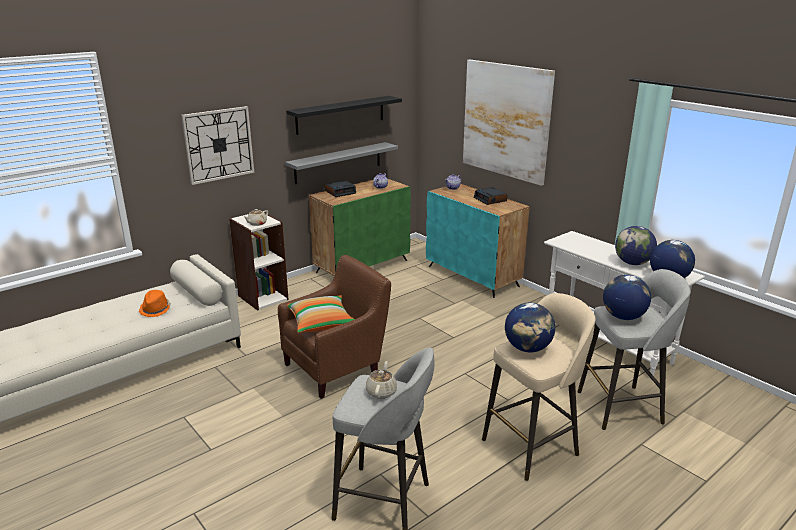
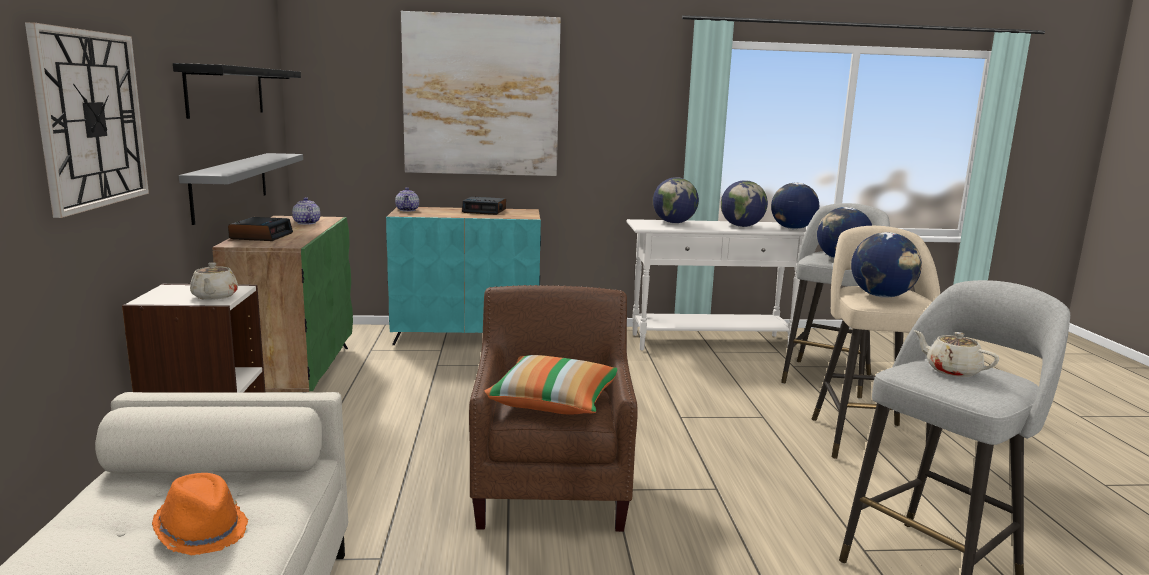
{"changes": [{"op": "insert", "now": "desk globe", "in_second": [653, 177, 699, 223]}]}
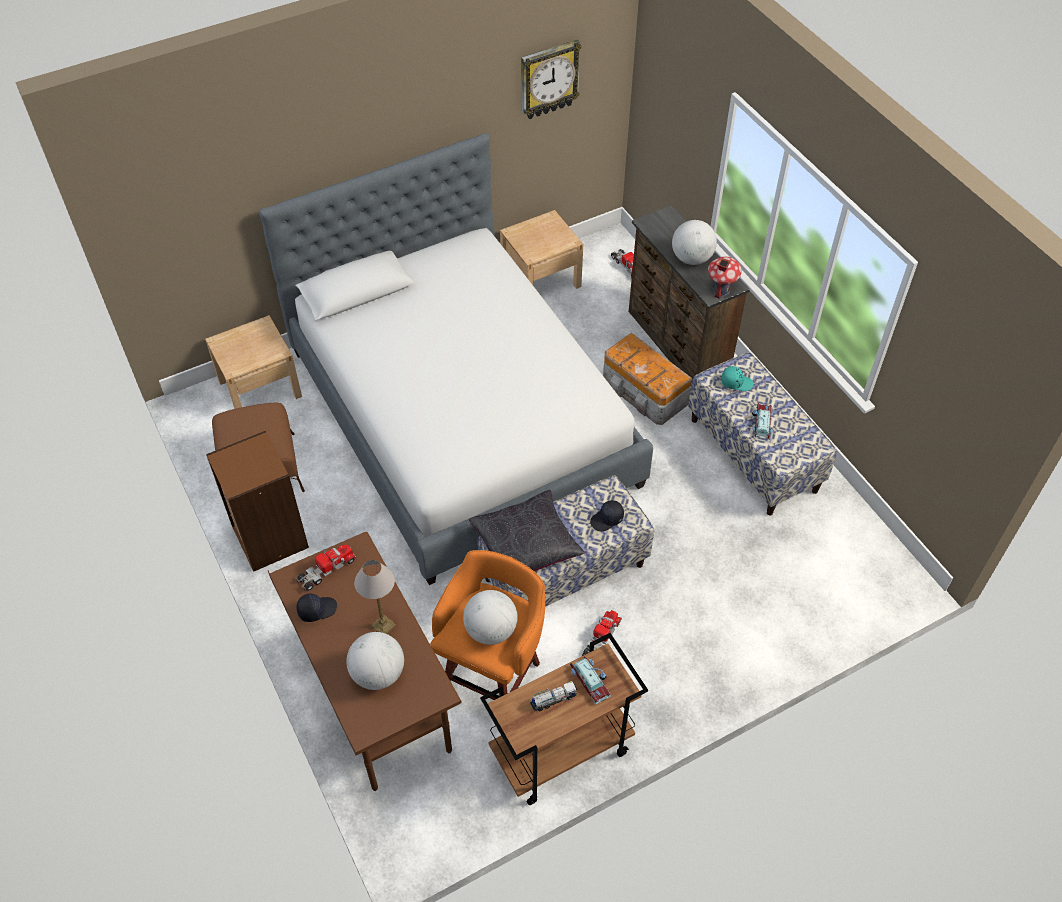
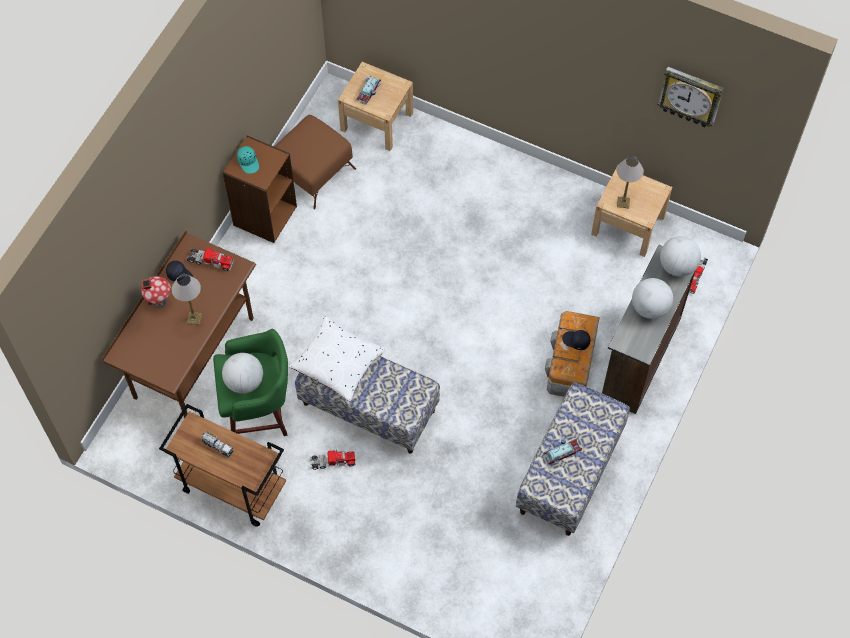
{"changes": [{"op": "delete", "was": "bedroom bed", "in_first": [259, 133, 653, 585]}, {"op": "insert", "now": "tabletop lamp", "in_second": [617, 156, 644, 209]}, {"op": "move", "was": "desk globe", "in_first": [346, 632, 404, 690], "in_second": [660, 236, 701, 277]}, {"op": "move", "was": "toy car", "in_first": [570, 656, 611, 704], "in_second": [356, 76, 381, 105]}, {"op": "move", "was": "peaked cap (black)", "in_first": [590, 500, 624, 531], "in_second": [562, 330, 590, 350]}, {"op": "move", "was": "toy house", "in_first": [708, 257, 742, 299], "in_second": [141, 276, 171, 308]}, {"op": "move", "was": "peaked cap (blue-green)", "in_first": [721, 366, 754, 391], "in_second": [237, 146, 259, 174]}, {"op": "recolor", "was": "stool (orange)", "now": "stool (greenish)", "in_first": [430, 550, 545, 700], "in_second": [213, 329, 288, 436]}, {"op": "recolor", "was": "pillow (black)", "now": "pillow (white)", "in_first": [469, 490, 585, 585], "in_second": [289, 316, 386, 401]}]}
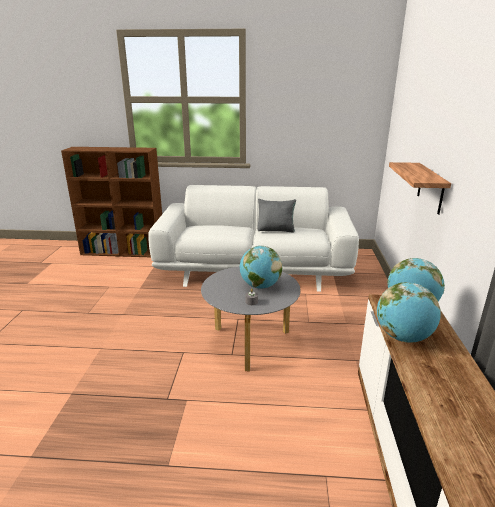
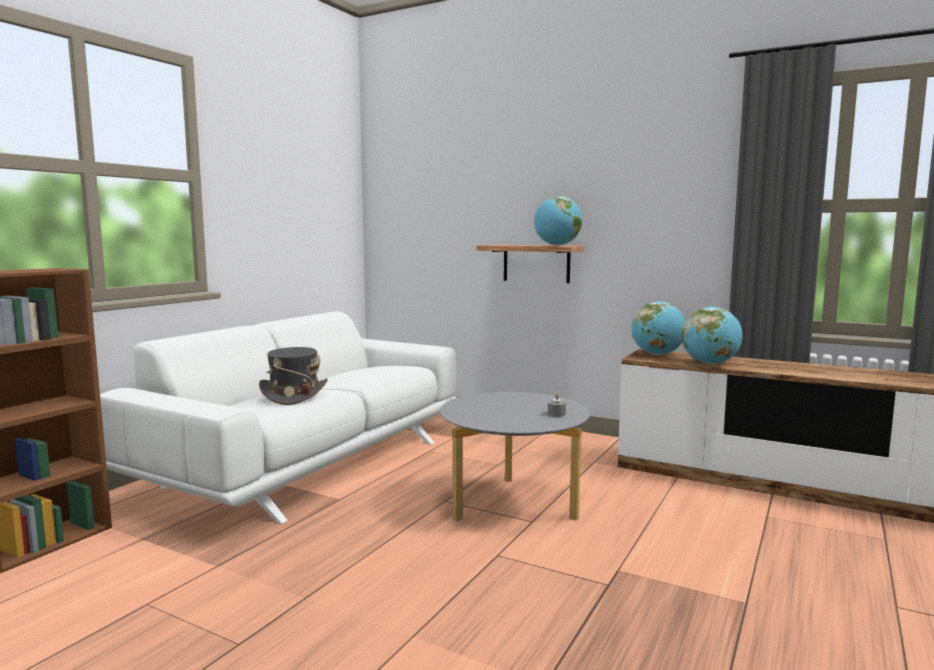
{"changes": [{"op": "delete", "was": "pillow (grey)", "in_first": [258, 199, 296, 232]}, {"op": "insert", "now": "clothing hat (grey)", "in_second": [259, 347, 328, 405]}, {"op": "move", "was": "desk globe", "in_first": [240, 246, 282, 289], "in_second": [534, 196, 582, 246]}]}
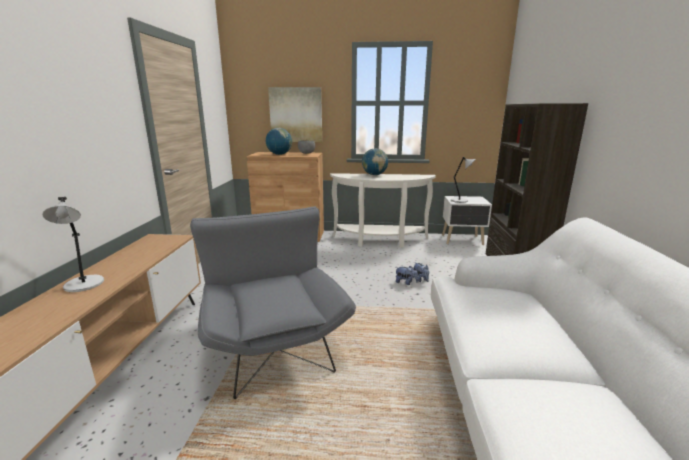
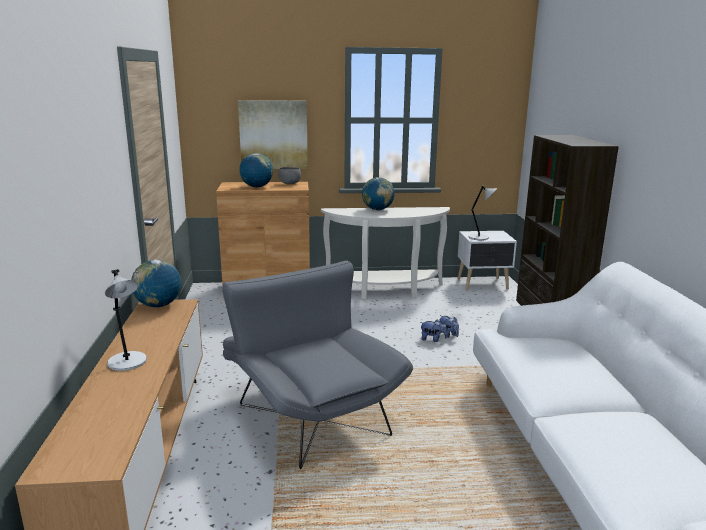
{"changes": [{"op": "insert", "now": "desk globe", "in_second": [131, 259, 181, 308]}]}
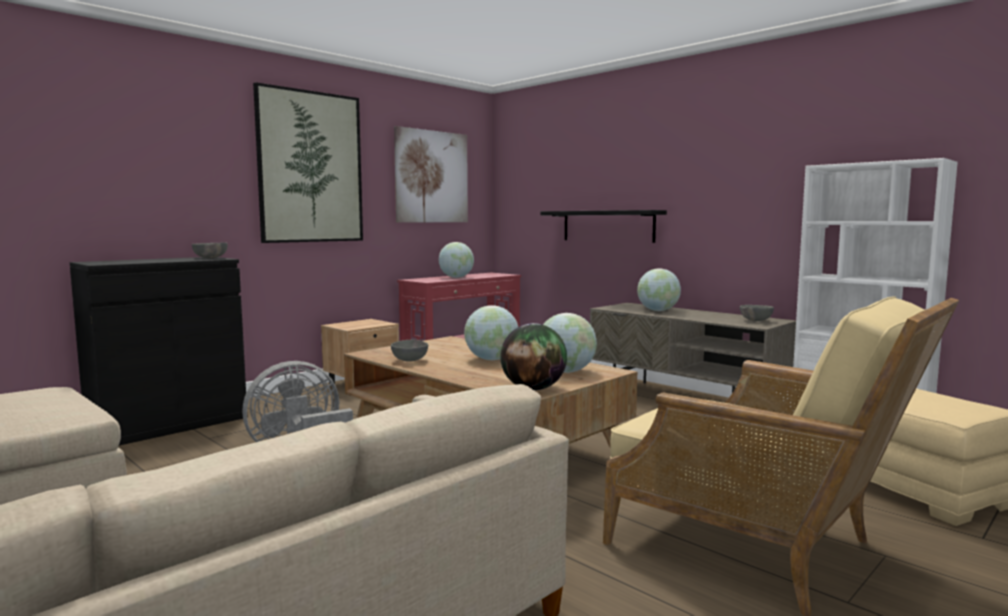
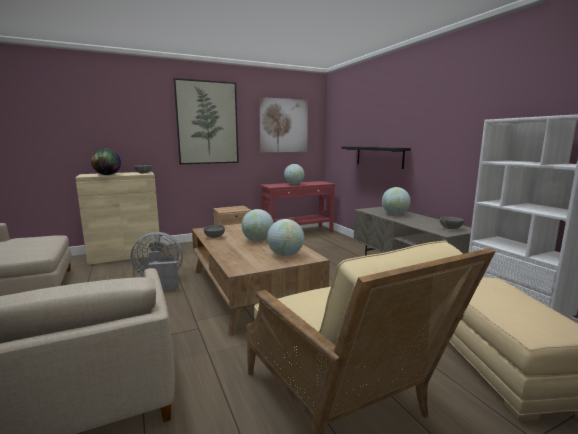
{"changes": [{"op": "move", "was": "desk globe", "in_first": [500, 323, 567, 390], "in_second": [91, 148, 121, 175]}, {"op": "recolor", "was": "storage cabinet (black)", "now": "storage cabinet (beige)", "in_first": [70, 257, 246, 445], "in_second": [75, 172, 160, 265]}]}
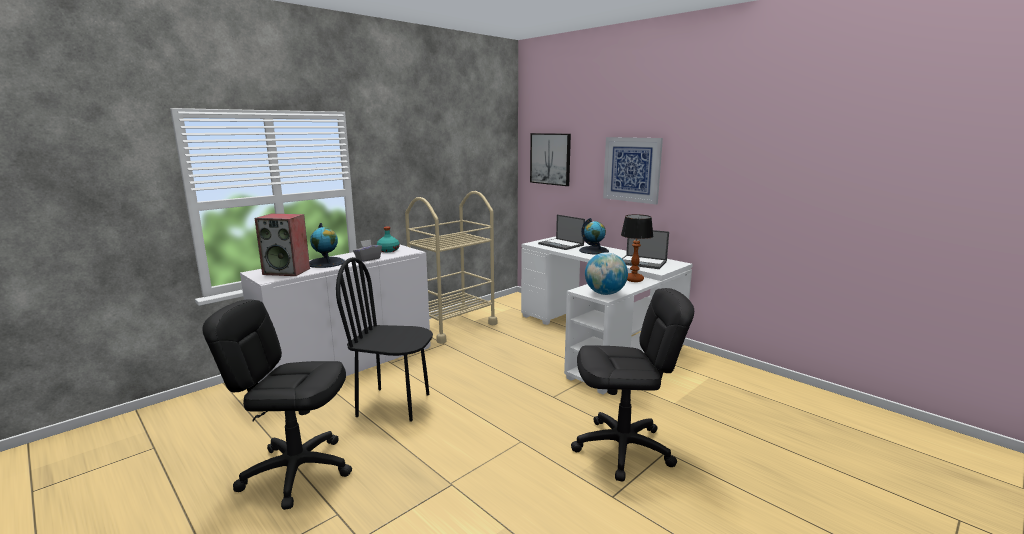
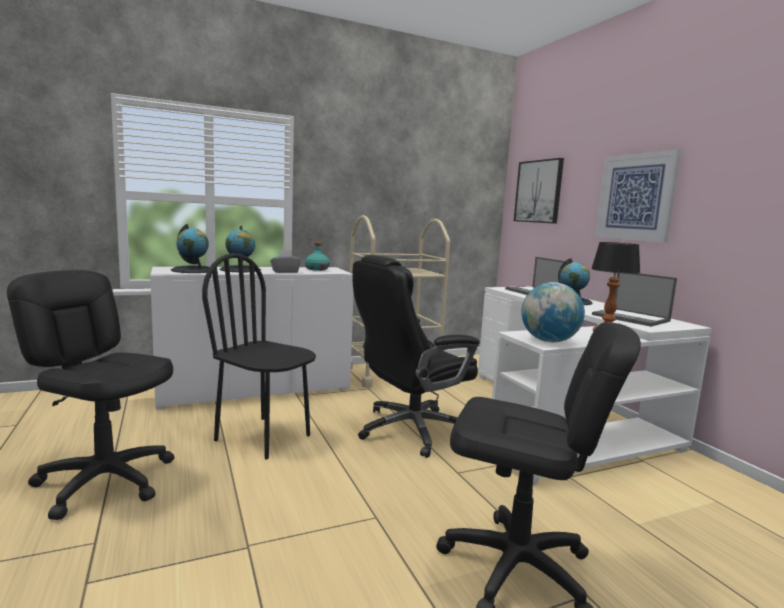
{"changes": [{"op": "insert", "now": "computer chair (black)", "in_second": [352, 255, 480, 458]}, {"op": "replace", "was": "speaker", "now": "desk globe", "in_first": [254, 214, 310, 276], "in_second": [171, 224, 210, 273]}]}
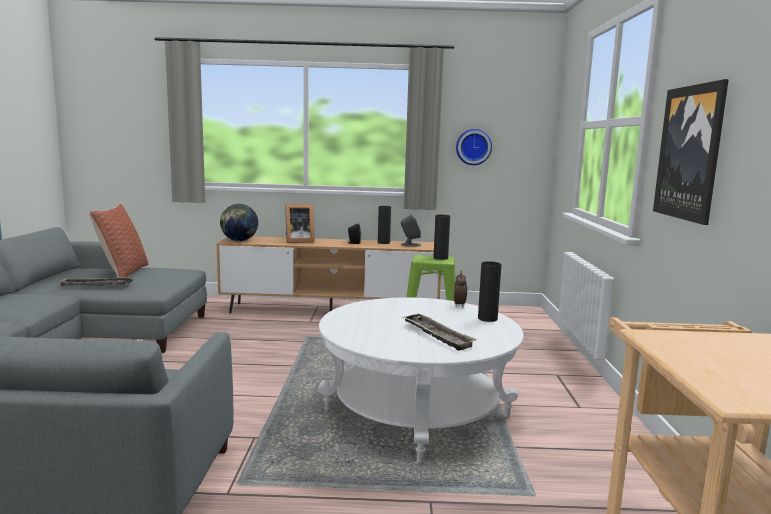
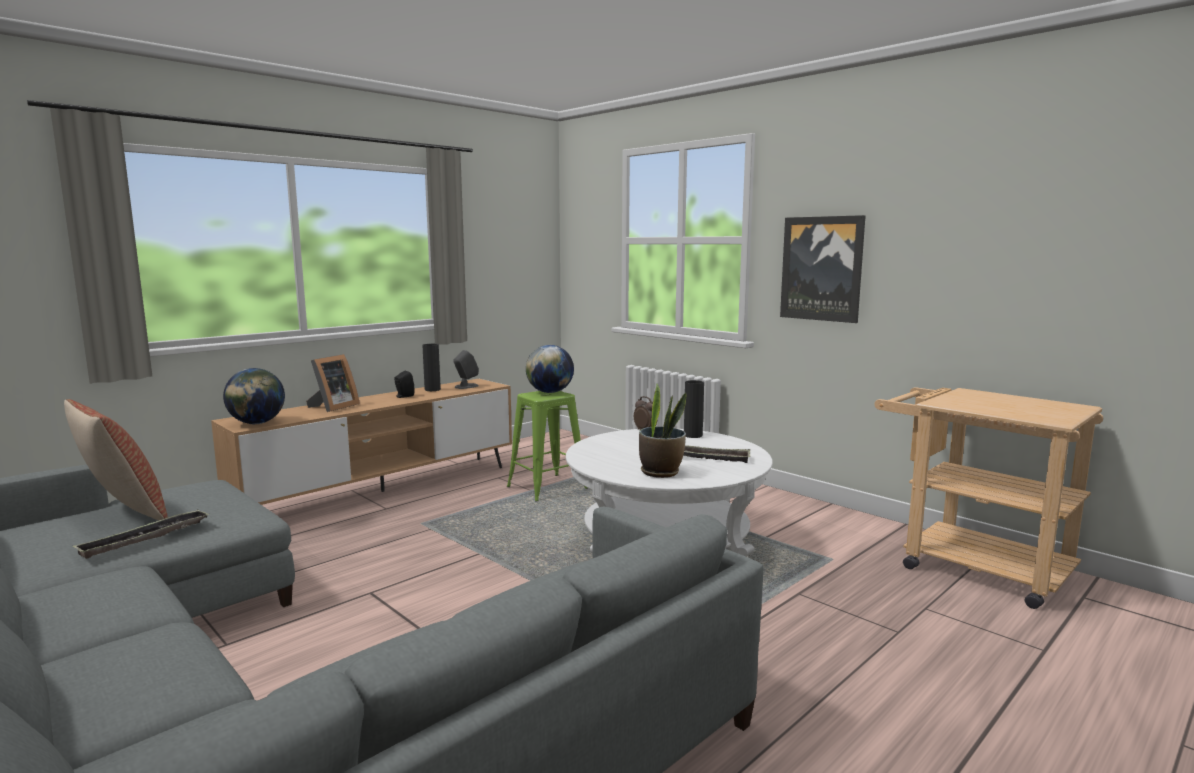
{"changes": [{"op": "delete", "was": "hanging clock", "in_first": [456, 129, 492, 165]}, {"op": "insert", "now": "potted plant", "in_second": [639, 384, 686, 478]}, {"op": "replace", "was": "flower vase (black)", "now": "desk globe", "in_first": [433, 215, 450, 260], "in_second": [526, 345, 574, 393]}]}
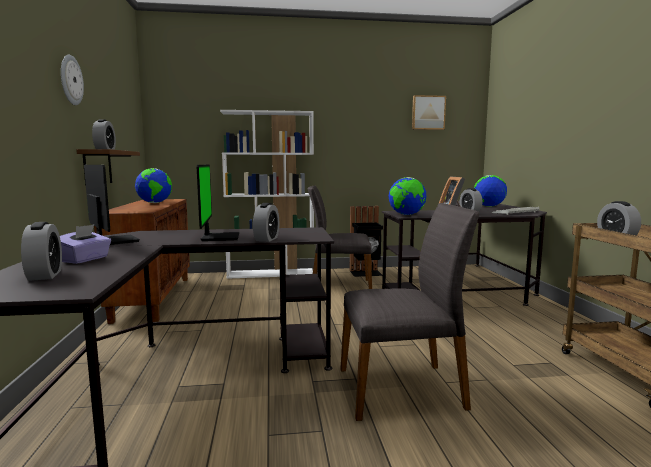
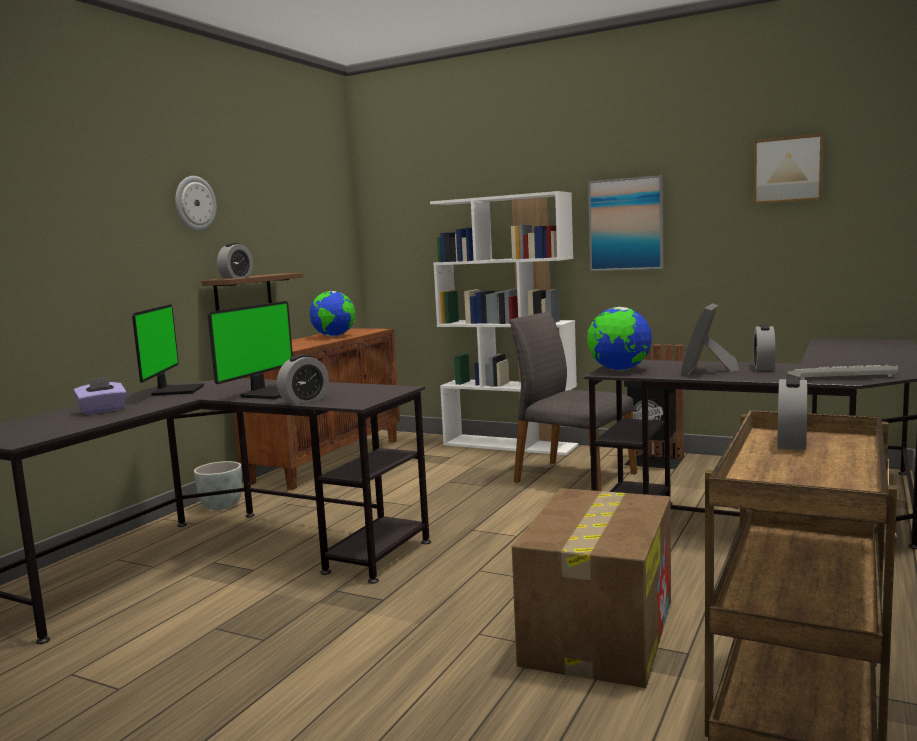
{"changes": [{"op": "delete", "was": "alarm clock", "in_first": [21, 222, 62, 281]}, {"op": "delete", "was": "plain chair (grey)", "in_first": [340, 203, 479, 421]}, {"op": "delete", "was": "desk globe", "in_first": [474, 175, 507, 207]}, {"op": "insert", "now": "flower pot (grey)", "in_second": [194, 461, 242, 510]}, {"op": "insert", "now": "packing box", "in_second": [512, 488, 671, 688]}, {"op": "insert", "now": "wall art", "in_second": [588, 175, 664, 271]}]}
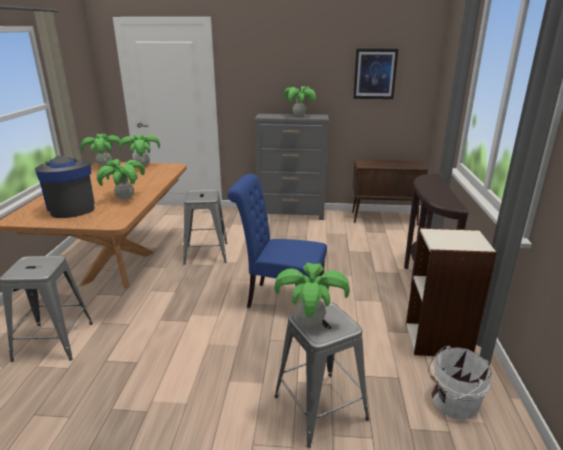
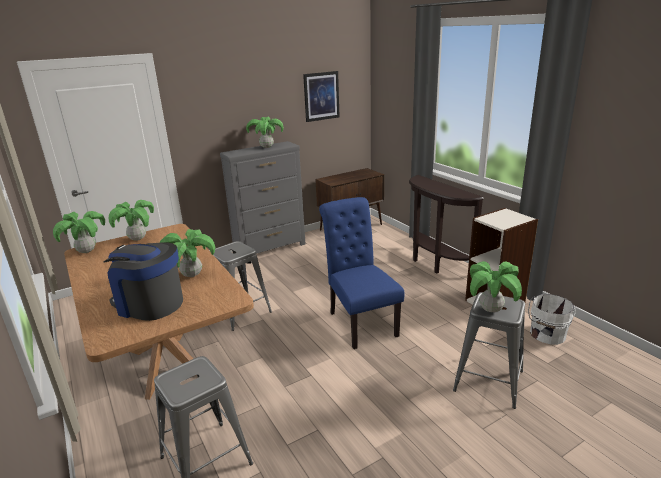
{"changes": [{"op": "rotate", "was": "plain chair (blue-coloured)", "in_first": [227, 174, 327, 308], "in_second": [319, 197, 404, 349], "clockwise": 90}]}
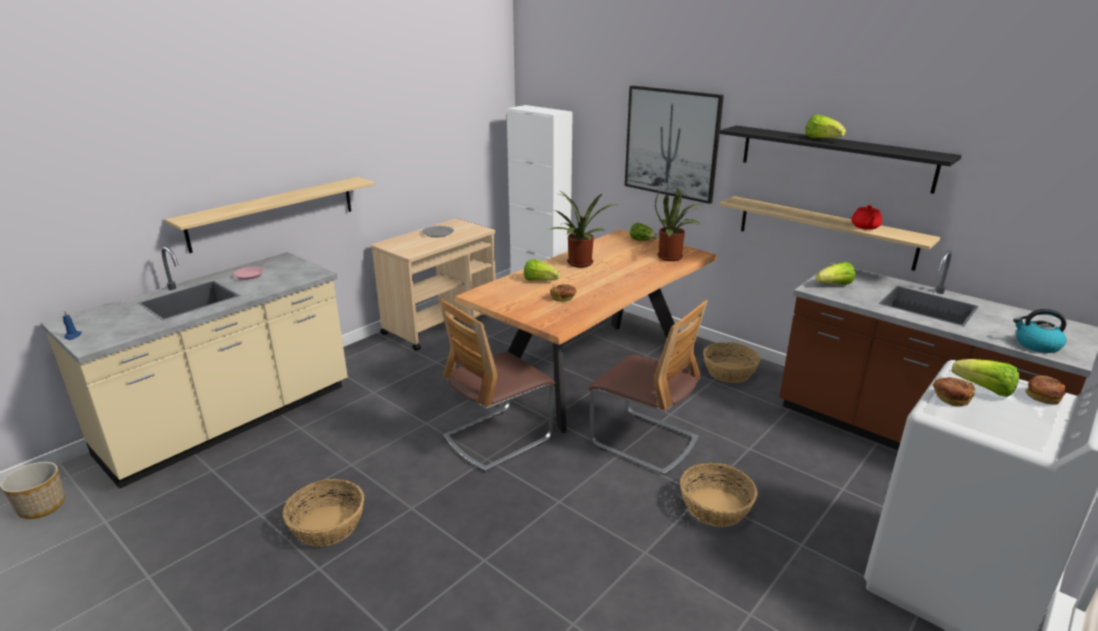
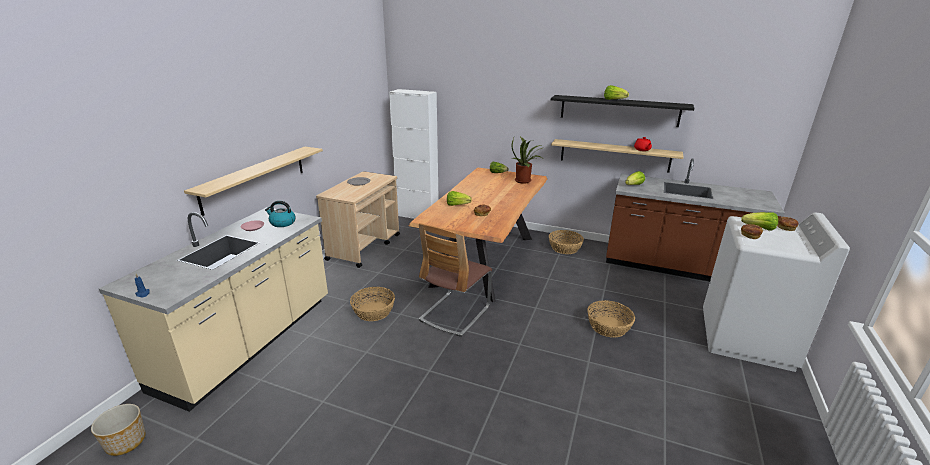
{"changes": [{"op": "delete", "was": "potted plant", "in_first": [551, 190, 618, 268]}, {"op": "delete", "was": "plain chair", "in_first": [589, 300, 708, 476]}, {"op": "delete", "was": "wall art", "in_first": [625, 86, 724, 204]}, {"op": "move", "was": "storage basket", "in_first": [283, 479, 364, 546], "in_second": [350, 287, 395, 321]}, {"op": "move", "was": "tea kettle", "in_first": [1013, 309, 1067, 353], "in_second": [265, 201, 296, 227]}]}
